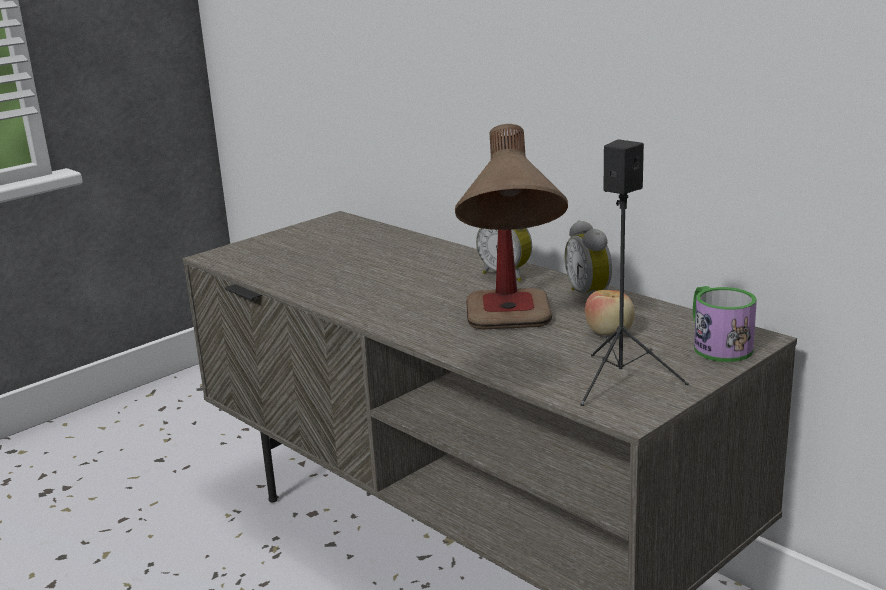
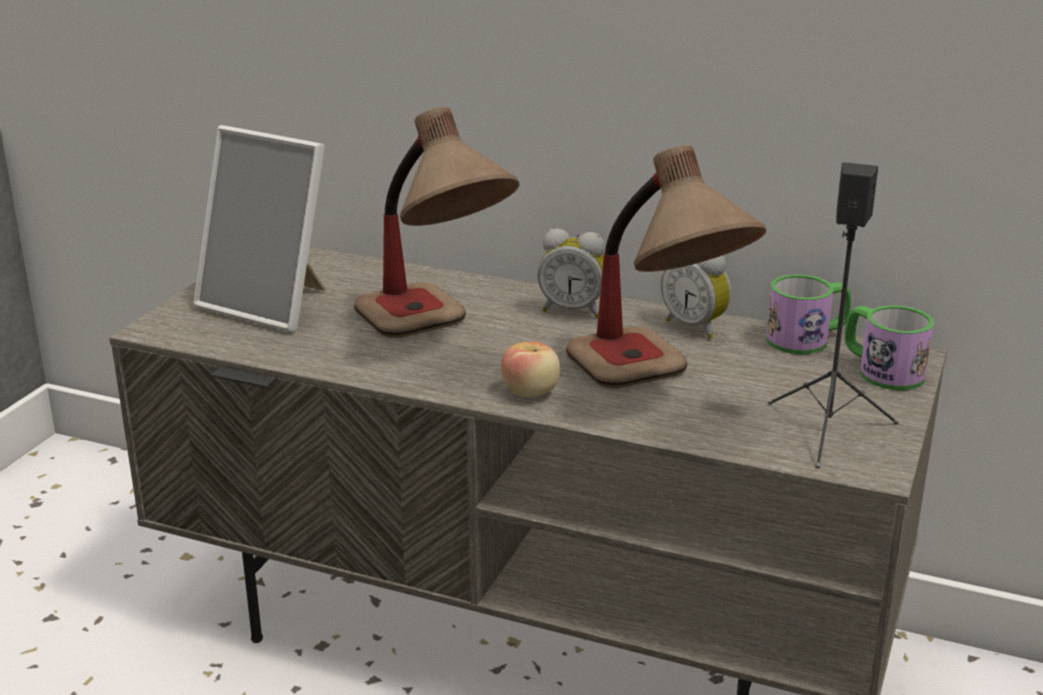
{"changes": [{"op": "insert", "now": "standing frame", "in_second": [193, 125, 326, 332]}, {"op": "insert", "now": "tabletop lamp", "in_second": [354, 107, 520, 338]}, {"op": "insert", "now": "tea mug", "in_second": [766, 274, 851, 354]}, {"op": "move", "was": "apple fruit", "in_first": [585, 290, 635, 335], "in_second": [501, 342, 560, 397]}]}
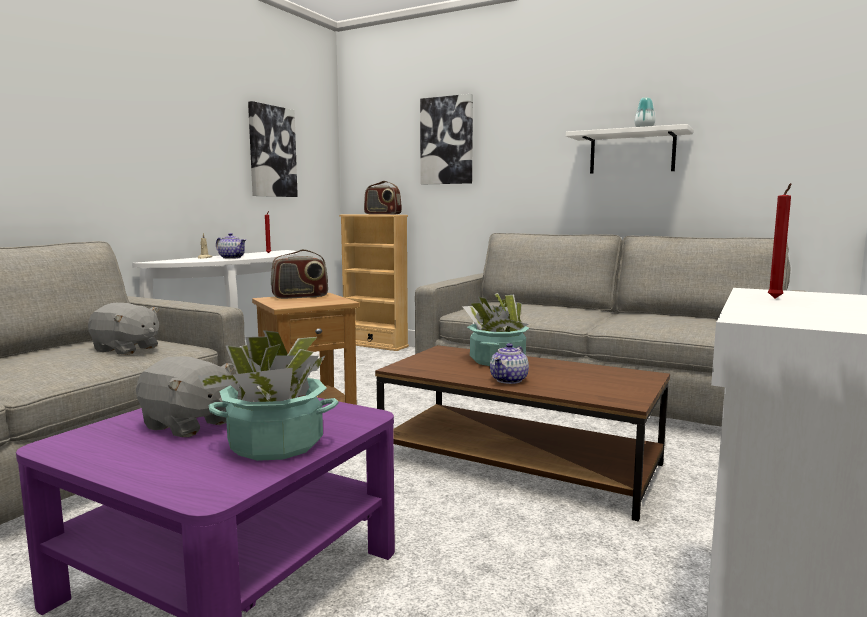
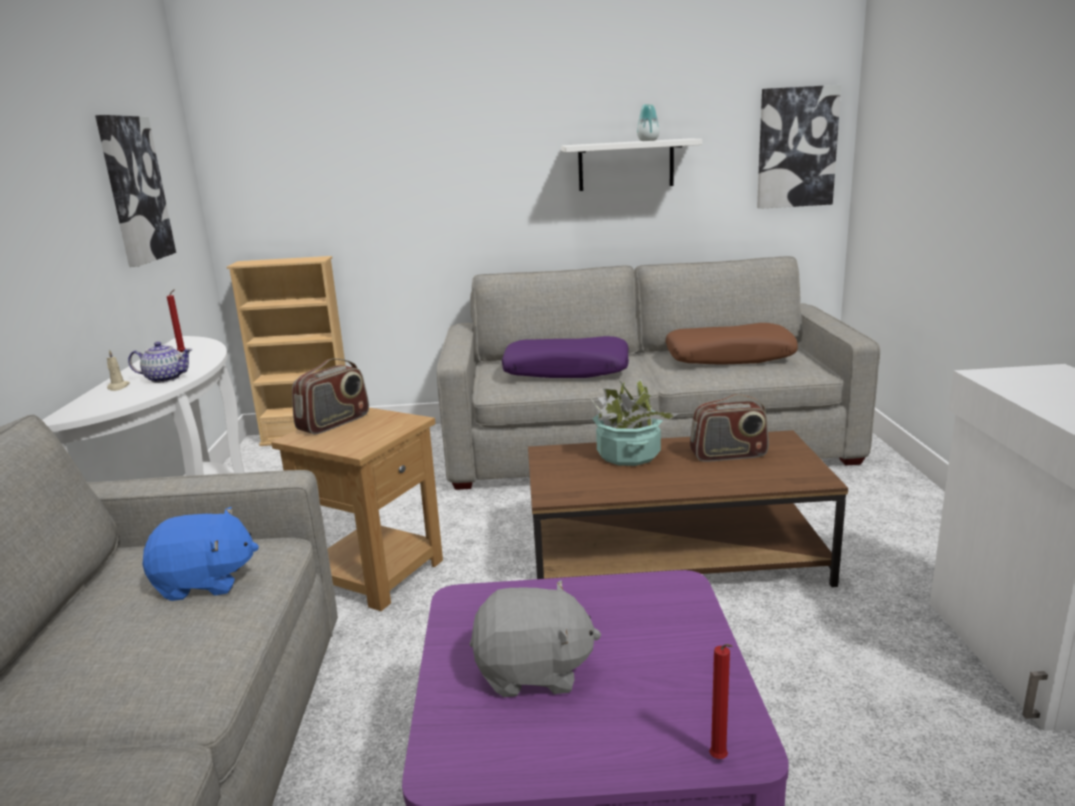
{"changes": [{"op": "delete", "was": "potted plant", "in_first": [198, 330, 338, 461]}, {"op": "delete", "was": "pot for tea", "in_first": [490, 343, 529, 384]}, {"op": "insert", "now": "pillow (purple)", "in_second": [502, 336, 629, 378]}, {"op": "insert", "now": "pillow (brownish)", "in_second": [665, 323, 798, 365]}, {"op": "move", "was": "radio receiver", "in_first": [364, 181, 402, 215], "in_second": [690, 394, 769, 462]}, {"op": "move", "was": "wall art", "in_first": [420, 94, 473, 184], "in_second": [757, 85, 841, 209]}, {"op": "move", "was": "wax candle (reddish)", "in_first": [768, 183, 791, 299], "in_second": [709, 644, 733, 759]}, {"op": "recolor", "was": "cuddly toy (grey)", "now": "cuddly toy (blue-coloured)", "in_first": [88, 303, 159, 355], "in_second": [142, 507, 259, 601]}]}
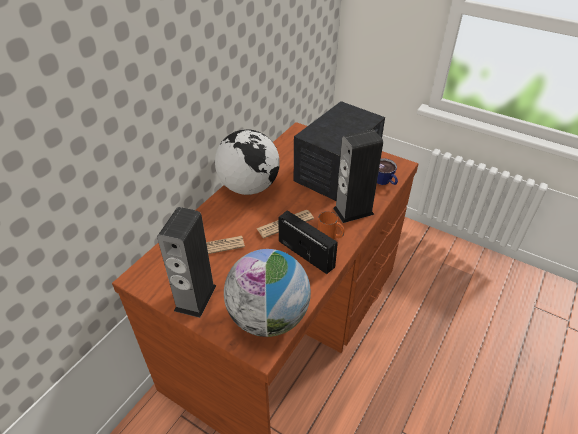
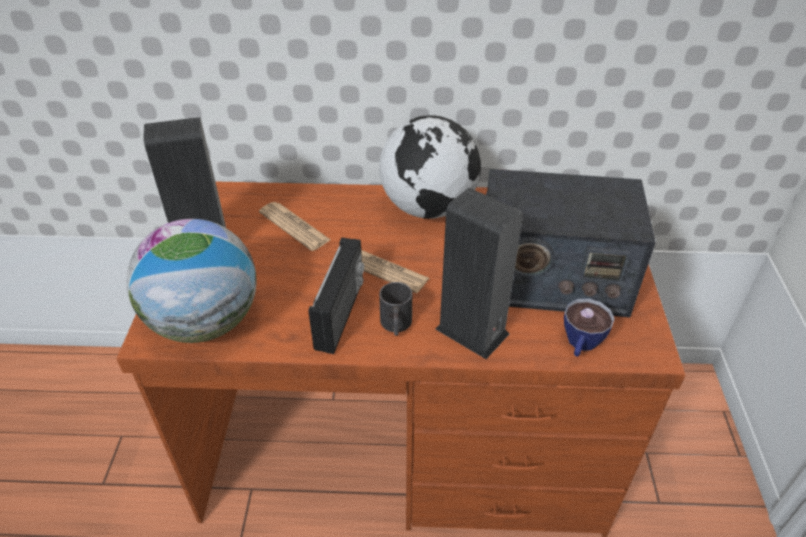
{"changes": [{"op": "recolor", "was": "tea mug (orange)", "now": "tea mug (black)", "in_first": [318, 211, 345, 239], "in_second": [379, 282, 412, 336]}]}
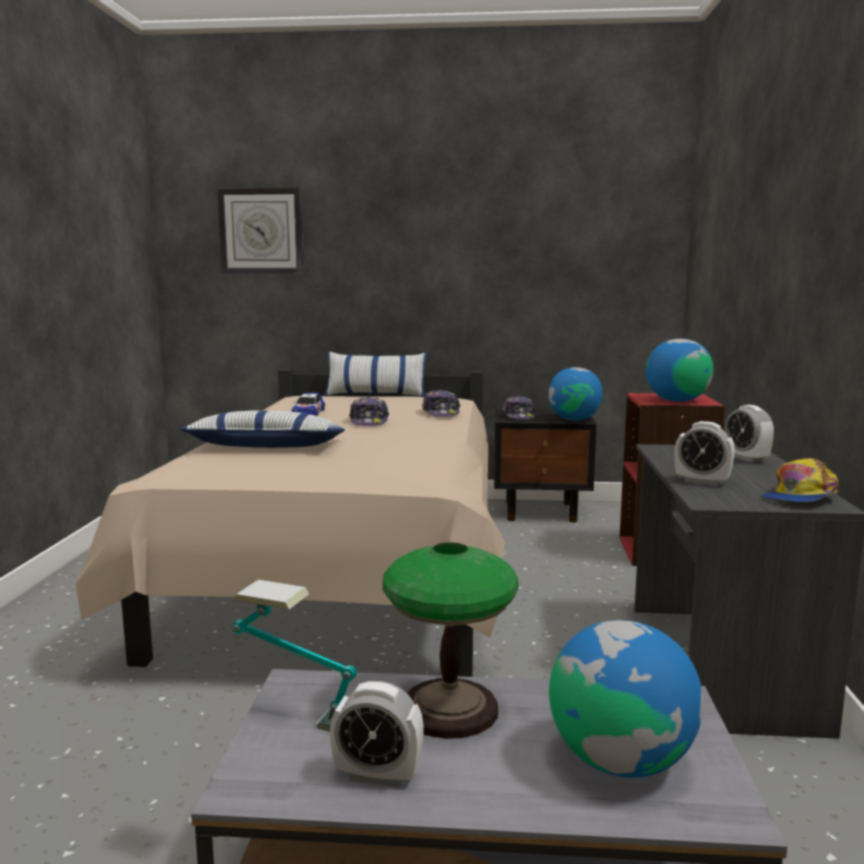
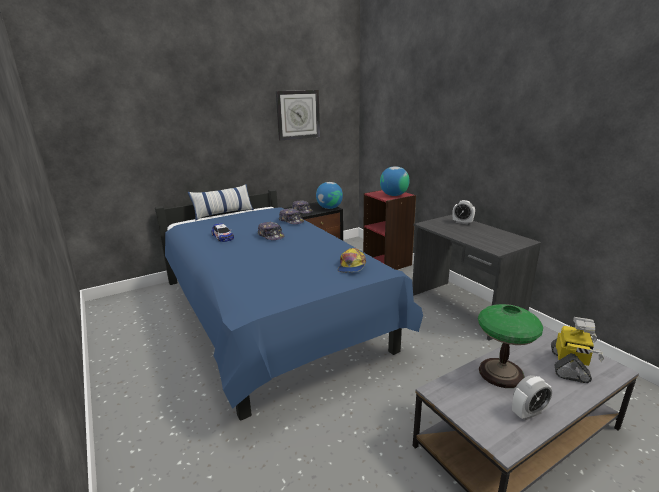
{"changes": [{"op": "delete", "was": "pillow", "in_first": [180, 411, 345, 448]}, {"op": "delete", "was": "tabletop lamp", "in_first": [232, 580, 357, 731]}, {"op": "delete", "was": "alarm clock", "in_first": [674, 421, 735, 486]}, {"op": "move", "was": "hanging clock", "in_first": [217, 188, 303, 274], "in_second": [276, 90, 320, 140]}, {"op": "move", "was": "peaked cap", "in_first": [760, 458, 838, 502], "in_second": [338, 248, 367, 272]}, {"op": "replace", "was": "desk globe", "now": "toy robot", "in_first": [549, 620, 703, 778], "in_second": [551, 317, 604, 383]}, {"op": "recolor", "was": "bedroom bed (beige)", "now": "bedroom bed (blue-coloured)", "in_first": [75, 369, 505, 677], "in_second": [155, 189, 423, 421]}]}
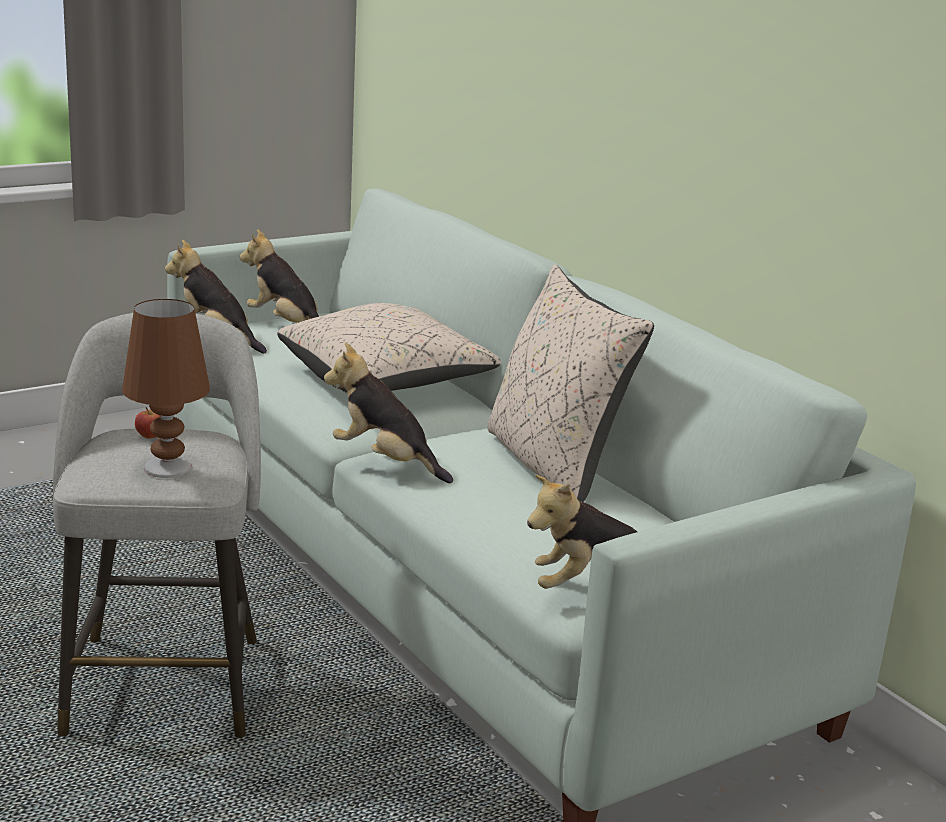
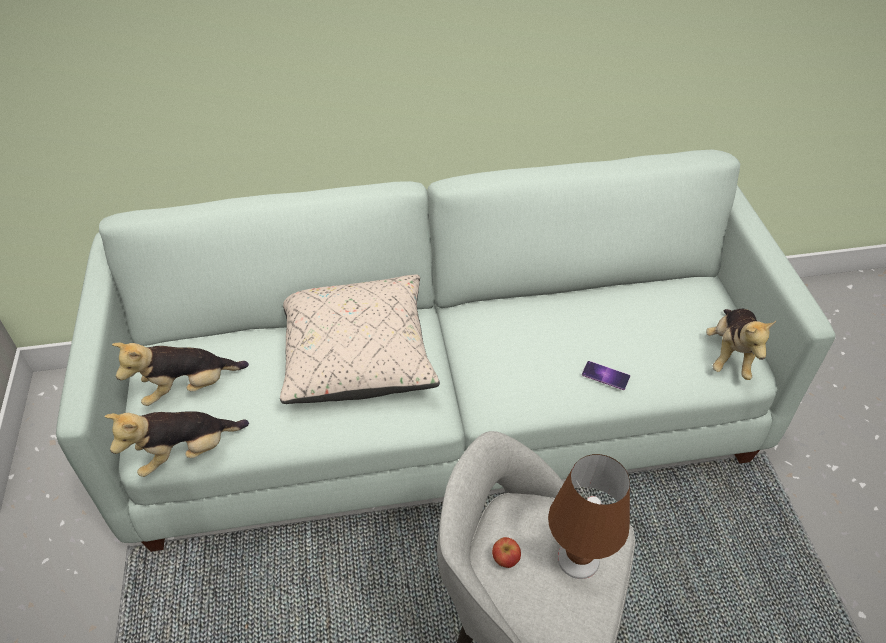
{"changes": [{"op": "delete", "was": "cuddly toy", "in_first": [324, 343, 453, 483]}, {"op": "delete", "was": "pillow (beige)", "in_first": [487, 265, 654, 502]}, {"op": "insert", "now": "telephone", "in_second": [582, 361, 630, 390]}]}
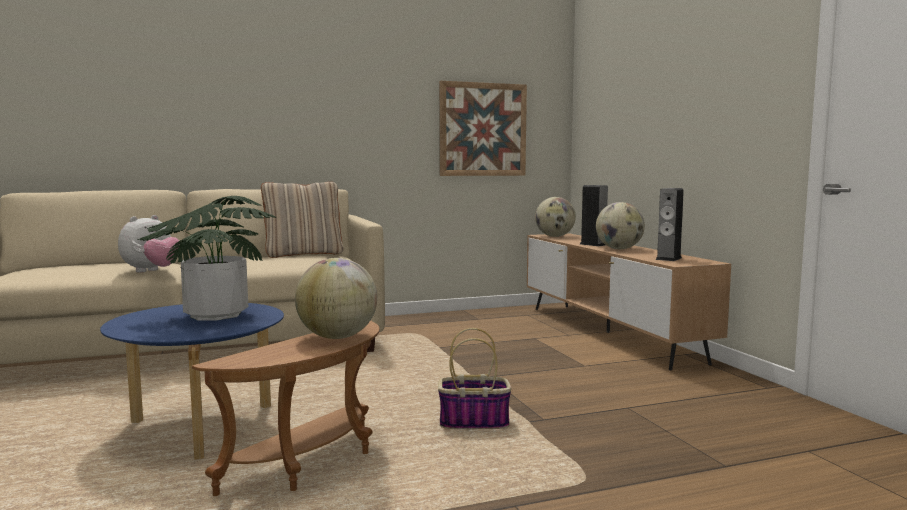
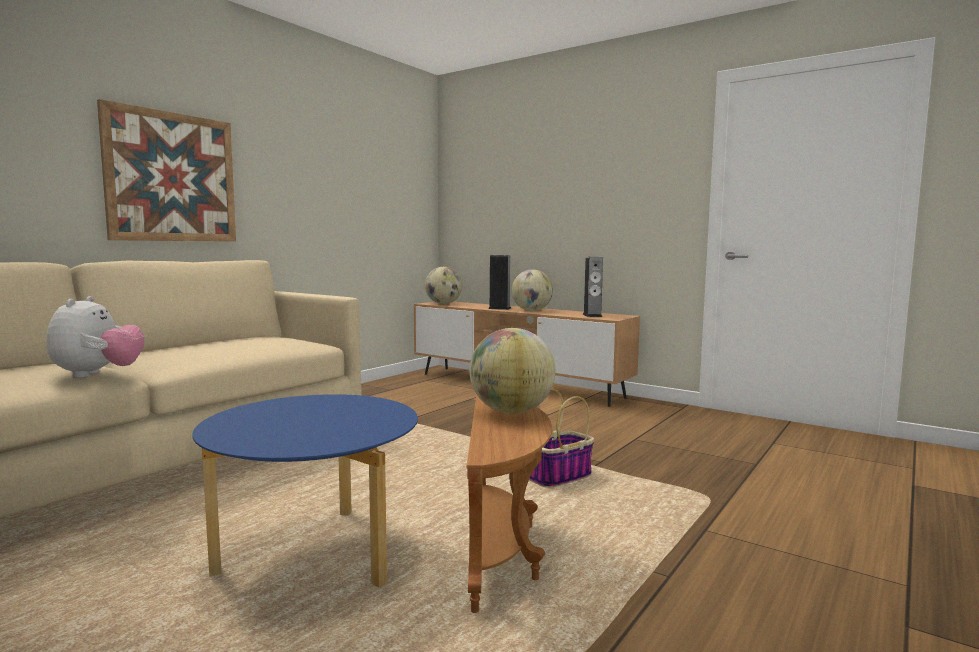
{"changes": [{"op": "delete", "was": "potted plant", "in_first": [137, 196, 276, 321]}, {"op": "delete", "was": "pillow (beige)", "in_first": [261, 182, 344, 258]}, {"op": "move", "was": "wall art", "in_first": [439, 81, 527, 176], "in_second": [97, 99, 236, 242]}]}
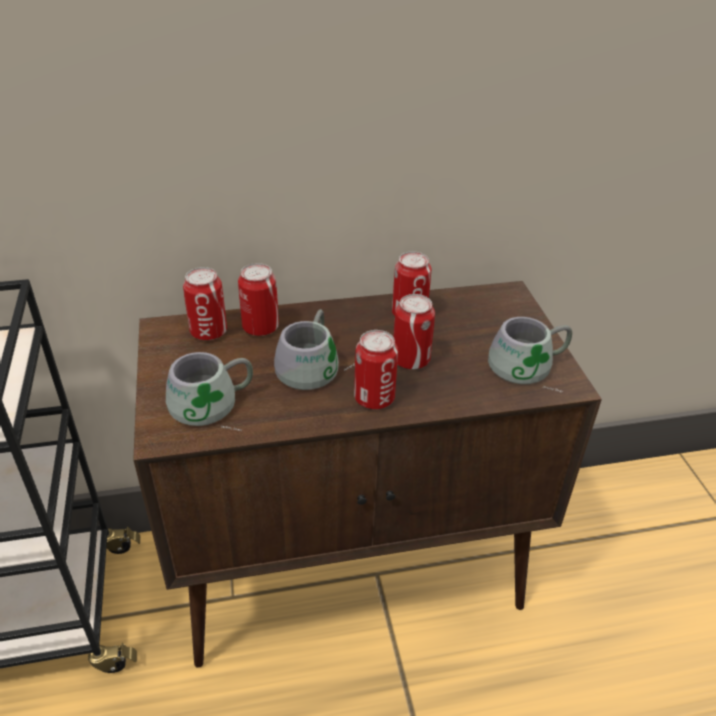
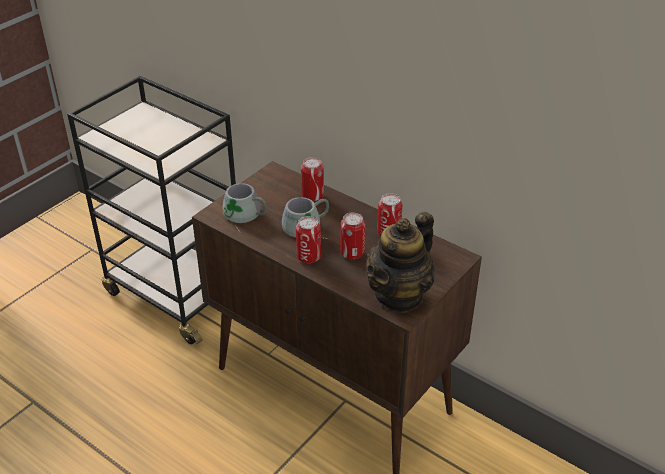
{"changes": [{"op": "delete", "was": "can", "in_first": [183, 267, 227, 340]}, {"op": "replace", "was": "tea mug (grey)", "now": "pot for tea", "in_first": [488, 317, 572, 393], "in_second": [366, 211, 435, 313]}]}
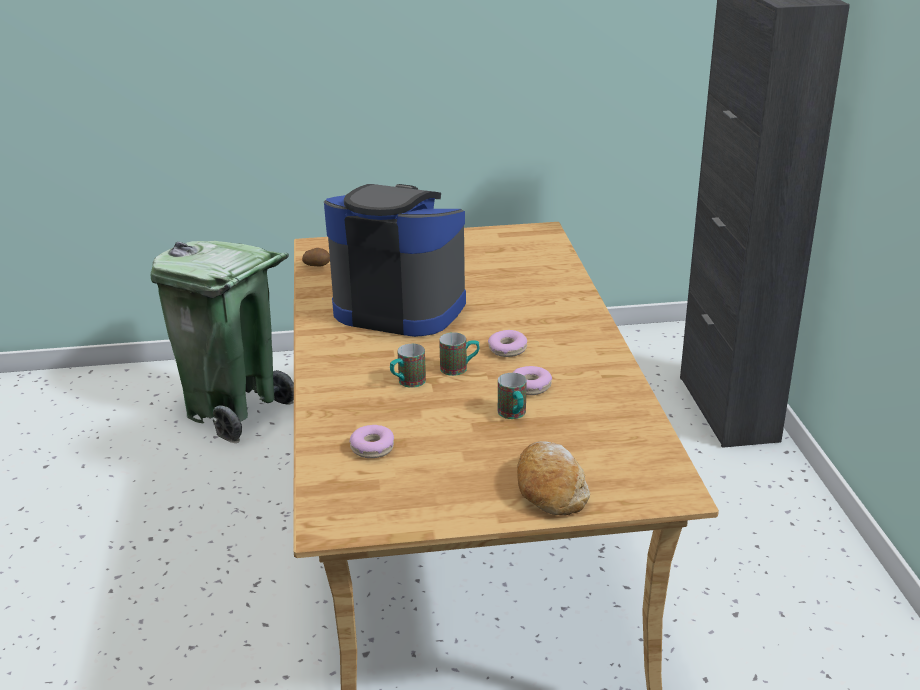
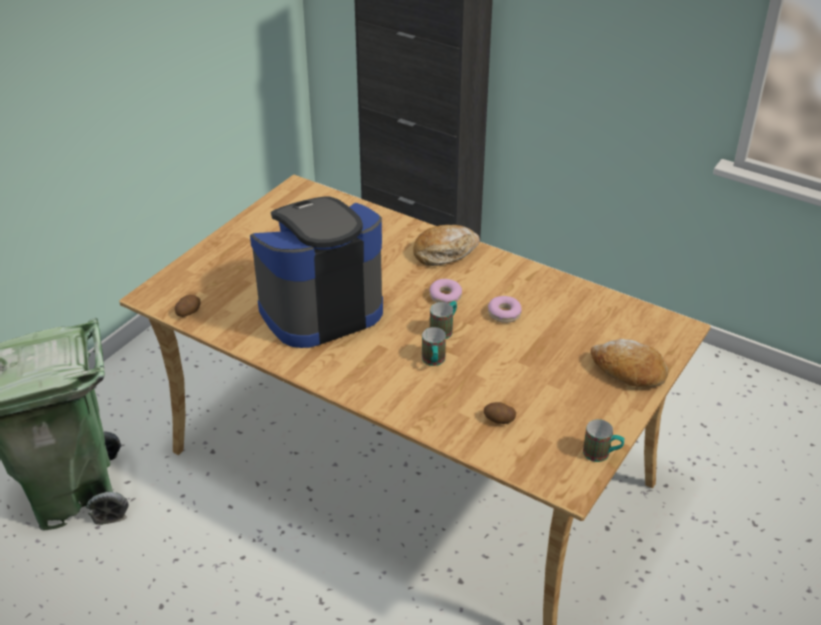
{"changes": [{"op": "insert", "now": "baked bread", "in_second": [413, 225, 480, 266]}, {"op": "move", "was": "tea mug", "in_first": [498, 373, 527, 419], "in_second": [583, 419, 625, 462]}, {"op": "replace", "was": "ring doughnut", "now": "potato", "in_first": [349, 425, 394, 458], "in_second": [484, 402, 516, 424]}]}
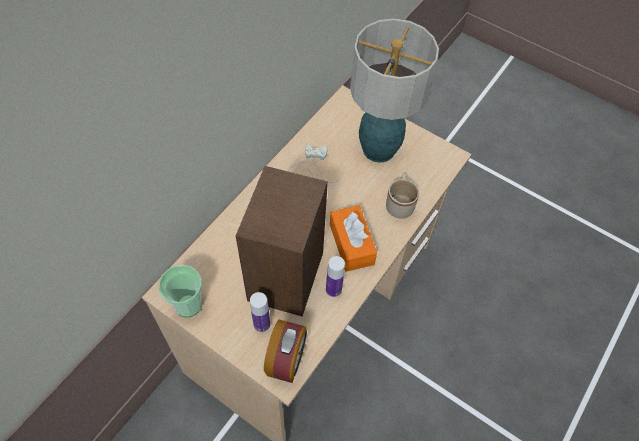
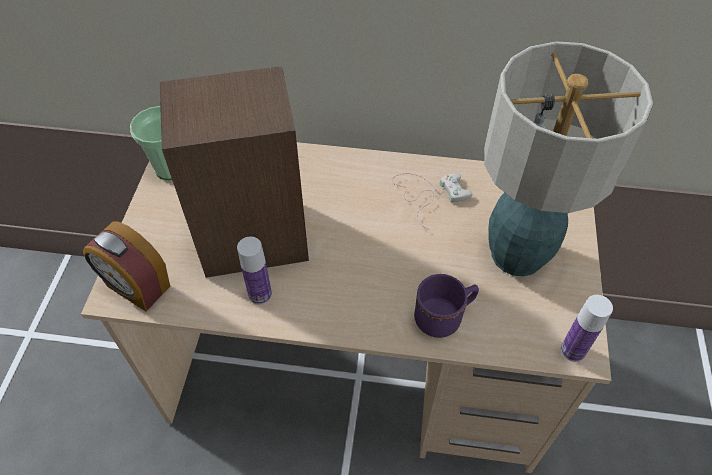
{"changes": [{"op": "delete", "was": "box of tissues (orange)", "in_first": [330, 205, 377, 272]}, {"op": "move", "was": "beverage bottle", "in_first": [250, 292, 270, 332], "in_second": [561, 295, 613, 362]}, {"op": "recolor", "was": "tea mug (beige)", "now": "tea mug (purple)", "in_first": [386, 174, 419, 219], "in_second": [415, 274, 479, 338]}, {"op": "rotate", "was": "alarm clock", "in_first": [264, 319, 307, 383], "in_second": [83, 221, 170, 311], "clockwise": 45}]}
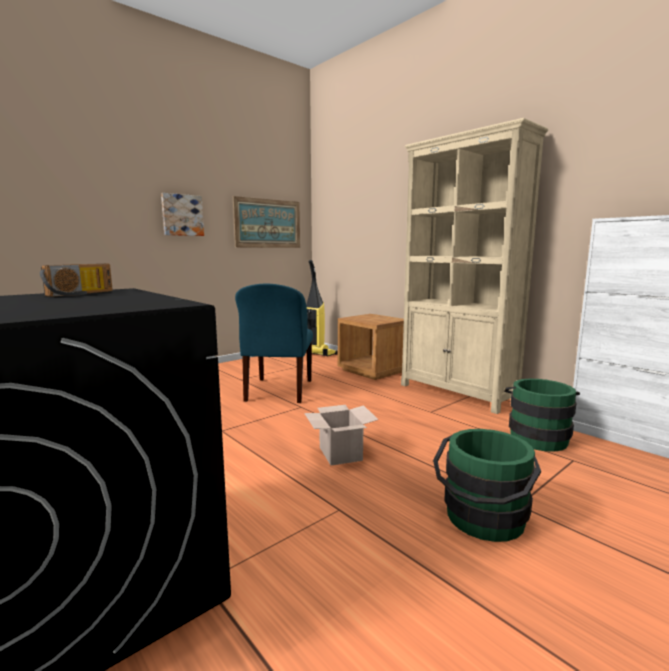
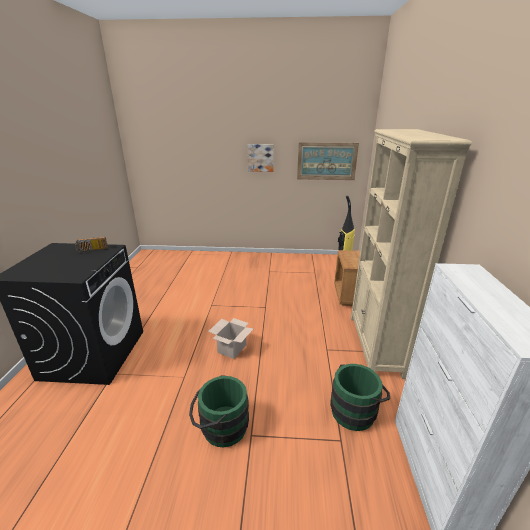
{"changes": [{"op": "delete", "was": "plain chair (blue-coloured)", "in_first": [235, 284, 313, 403]}]}
